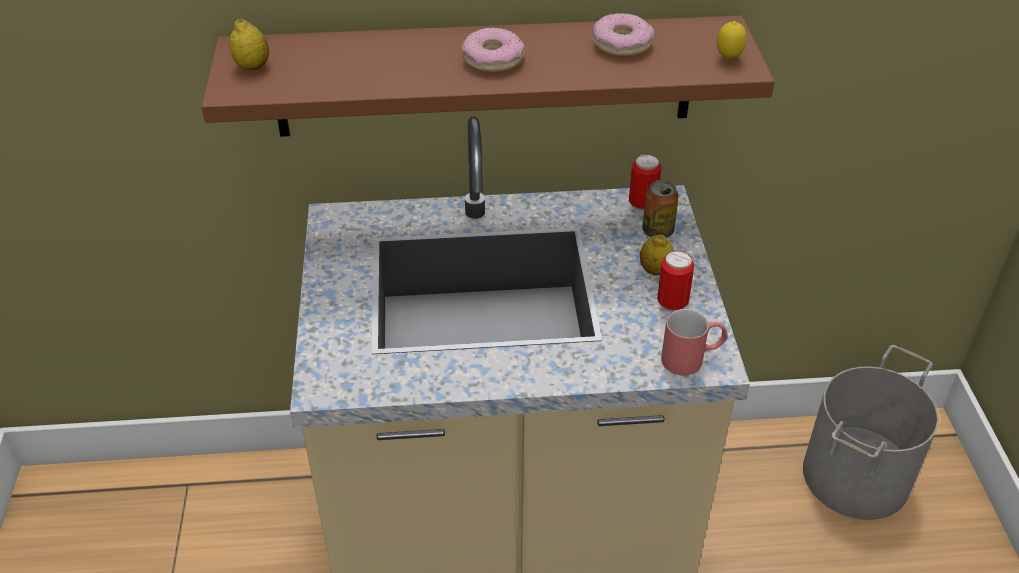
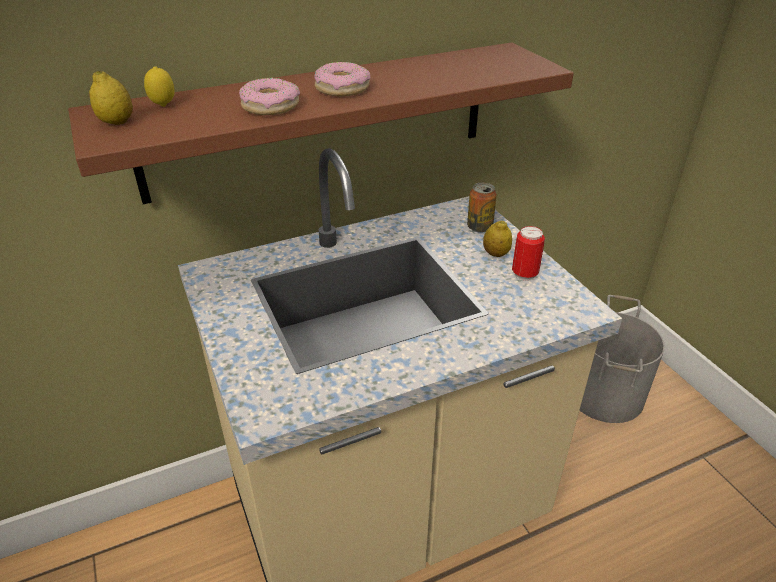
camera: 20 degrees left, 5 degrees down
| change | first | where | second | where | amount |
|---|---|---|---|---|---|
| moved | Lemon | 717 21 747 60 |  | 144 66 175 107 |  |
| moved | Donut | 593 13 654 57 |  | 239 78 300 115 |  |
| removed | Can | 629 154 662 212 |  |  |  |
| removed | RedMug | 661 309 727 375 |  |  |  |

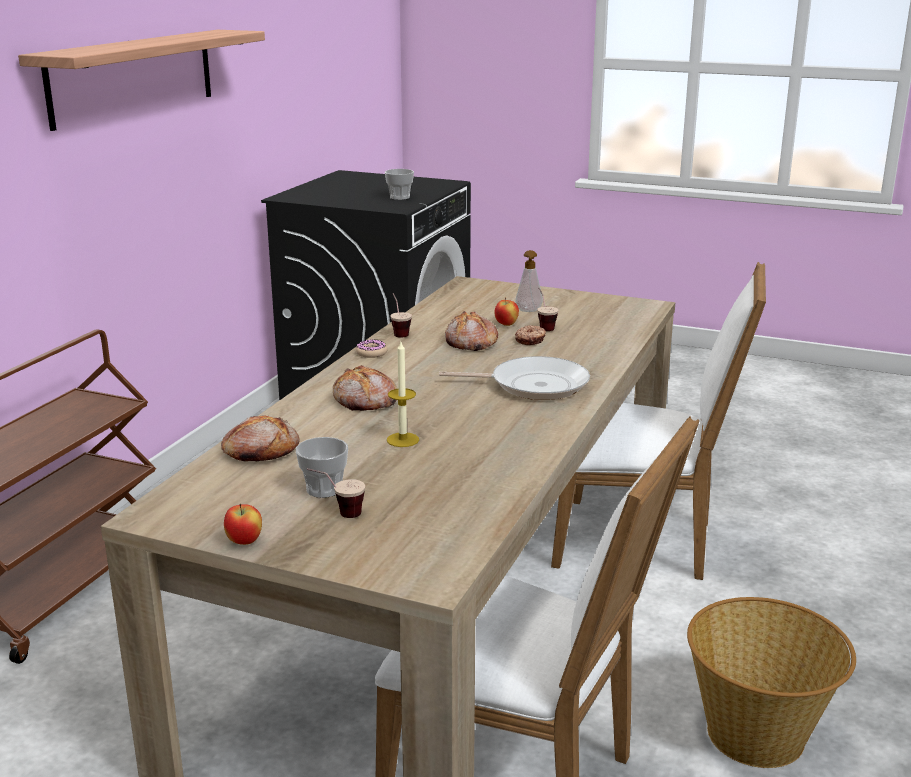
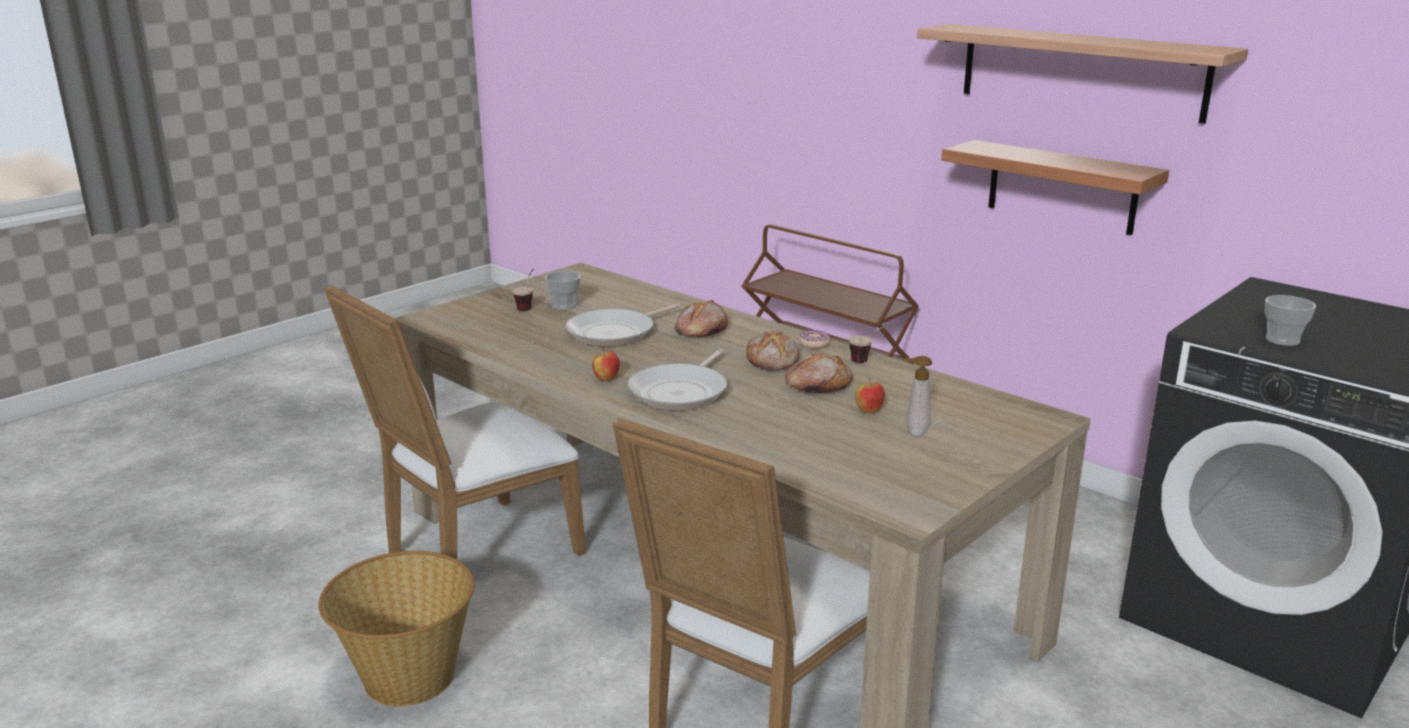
camera: 110 degrees right, 0 degrees up
| change | first | where | second | where | amount |
|---|---|---|---|---|---|
| replaced | Candle | 387 342 419 447 | FryingPan | 566 304 681 346 |  |
| moved | Apple | 224 504 262 545 |  | 592 348 620 381 |  |
| moved | Bread | 221 415 300 462 |  | 746 331 799 370 |  |
| added |  |  | Shelf | 941 140 1169 235 |  |
| removed | Donut | 515 325 546 345 |  |  |  |
| removed | Cup | 537 288 558 331 |  |  |  |

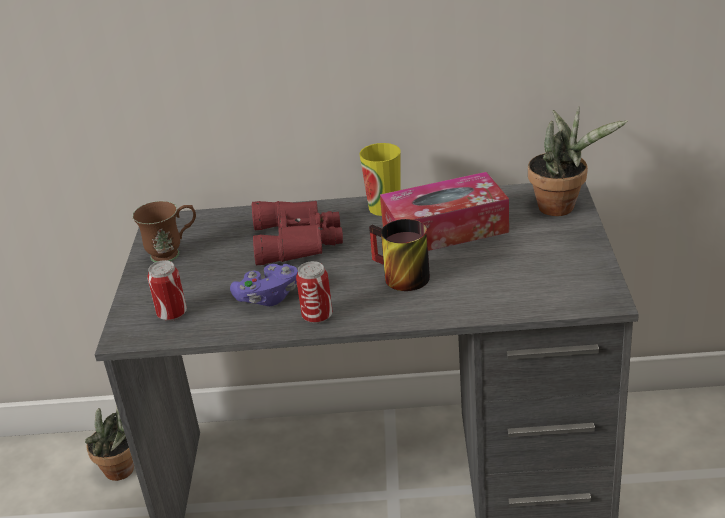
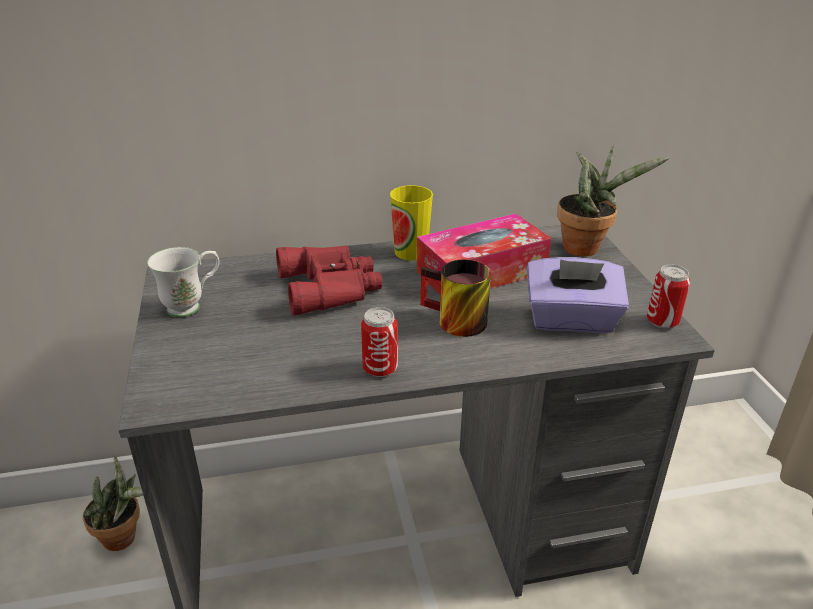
camera: 15 degrees left, 0 degrees up
| change | first | where | second | where | amount |
|---|---|---|---|---|---|
| recoloured | BrownMug | 132 201 196 262 | WhiteMug | 147 247 219 317 |  |
| added |  |  | PurpleTissueBox | 527 257 629 333 |  |
| moved | Can | 148 260 187 321 |  | 647 264 690 329 |  |
| removed | PurpleGameController | 230 264 298 306 |  |  |  |

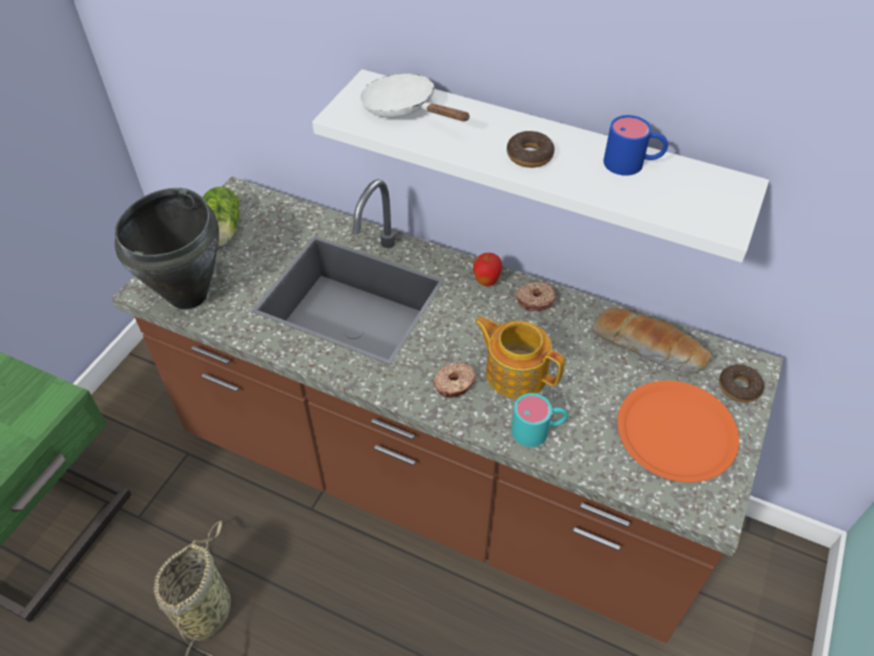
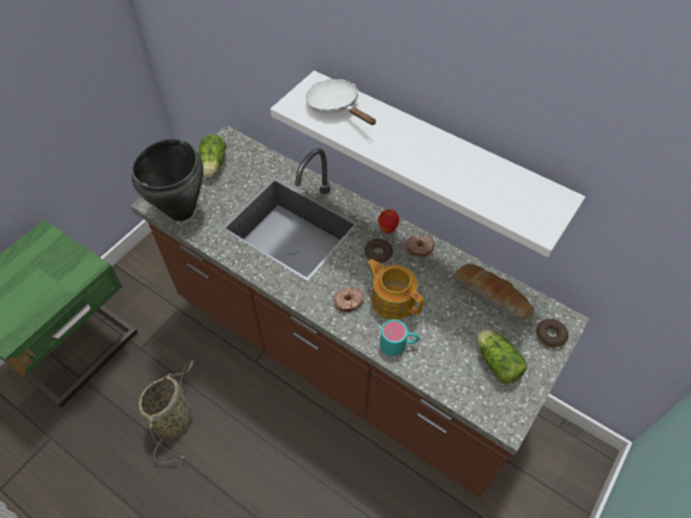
camera: 10 degrees right, 5 degrees up
| change | first | where | second | where | amount |
|---|---|---|---|---|---|
| moved | Donut | 507 131 555 168 |  | 364 239 393 264 |  |
| replaced | OrangePlate | 617 381 739 482 | Lettuce | 477 329 527 384 |  |
| removed | BlueMug | 603 115 668 176 |  |  |  |

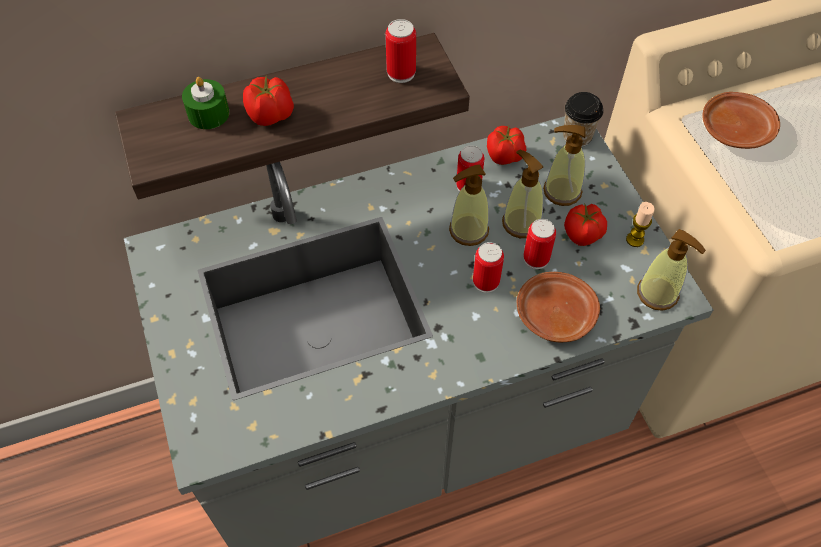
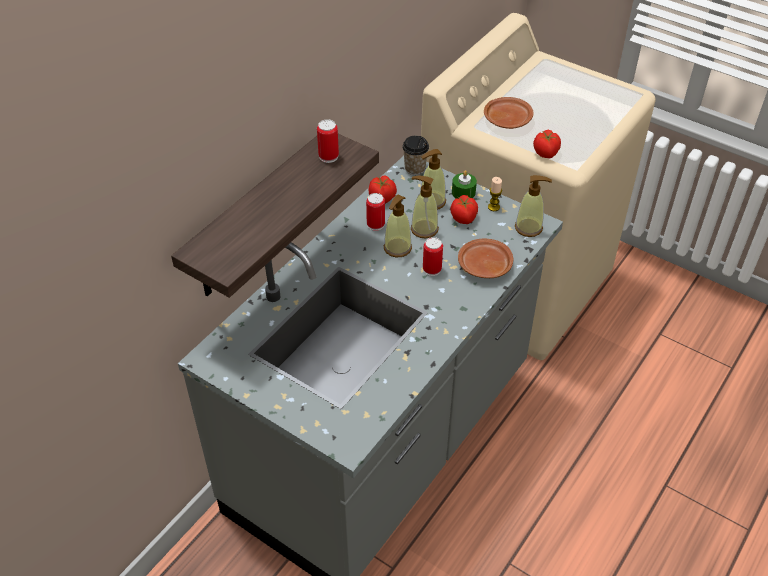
camera: 35 degrees left, 10 degrees down
| change | first | where | second | where | amount |
|---|---|---|---|---|---|
| moved | GreenCandle | 182 77 229 129 |  | 452 170 477 199 |  |
| moved | Tomato | 243 75 294 126 |  | 533 130 561 159 |  |
| removed | Can | 523 219 556 269 |  |  |  |

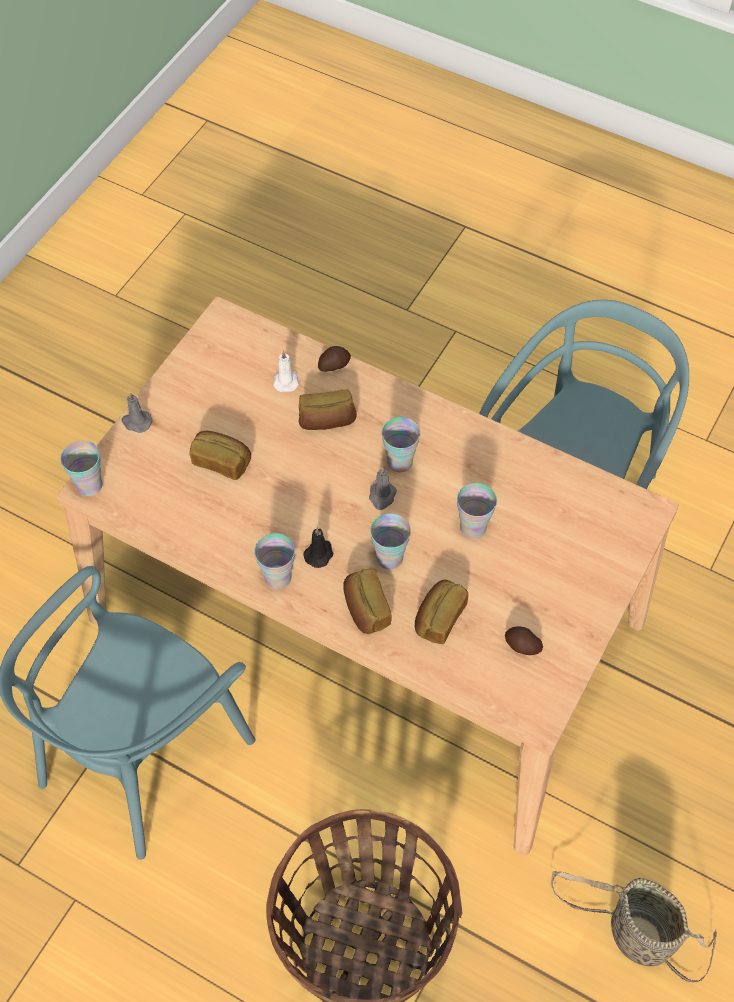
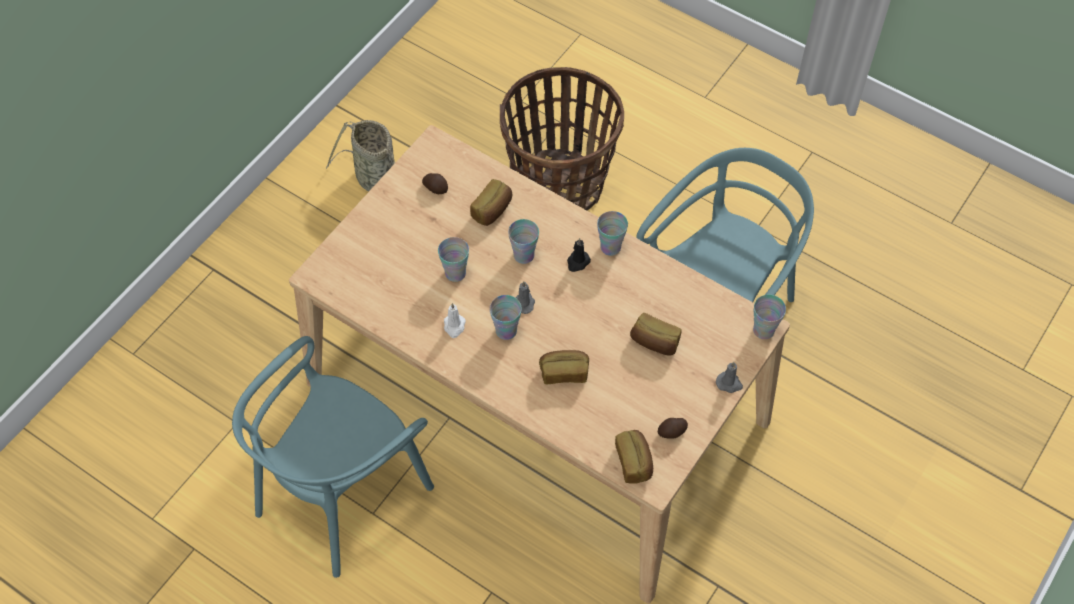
camera: 175 degrees left, 0 degrees up
| change | first | where | second | where | amount |
|---|---|---|---|---|---|
| moved | WhiteCandle | 273 351 299 392 |  | 444 303 466 338 |  |
| moved | Bread | 343 569 392 634 |  | 615 430 653 484 |  |
| moved | Potato | 318 346 351 372 |  | 658 418 688 439 |  |

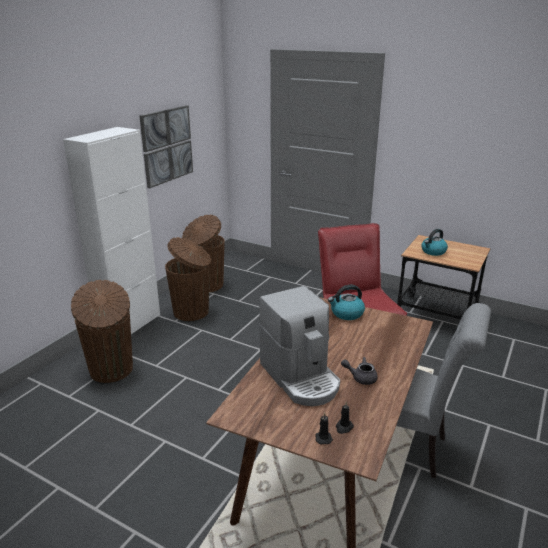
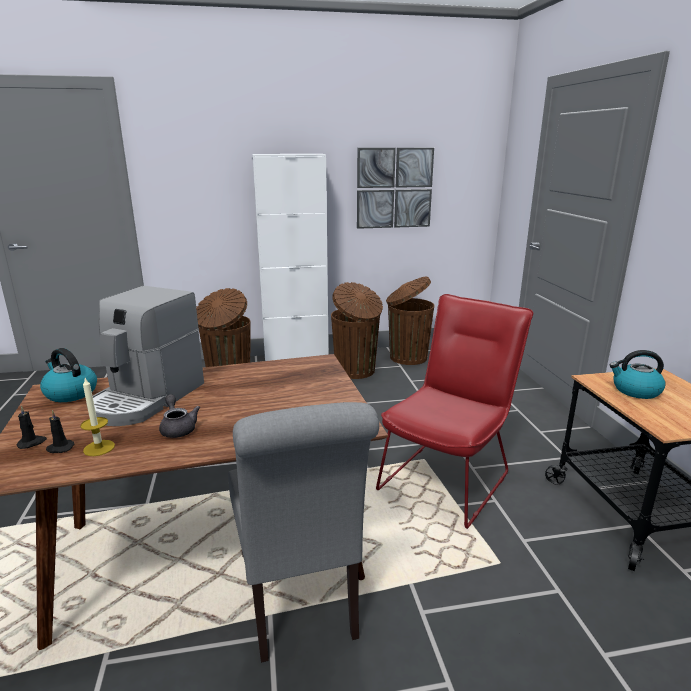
camera: 50 degrees right, 5 degrees down
| change | first | where | second | where | amount |
|---|---|---|---|---|---|
| moved | Kettle | 328 285 365 320 |  | 40 348 97 402 |  |
| added |  |  | Candle | 80 378 115 456 |  |

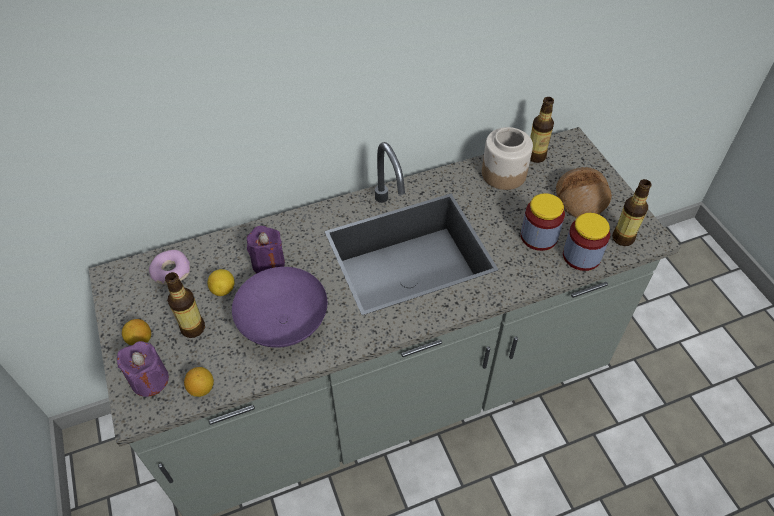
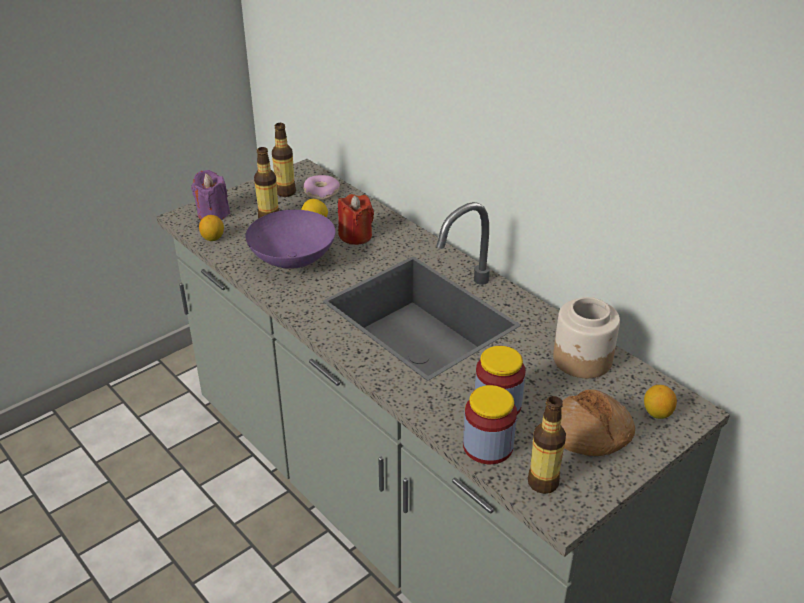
camera: 70 degrees right, 15 degrees down
| change | first | where | second | where | amount |
|---|---|---|---|---|---|
| moved | Bottle | 530 97 554 163 |  | 272 123 296 197 |  |
| recoloured | PurpleCandle | 247 226 285 273 | RedCandle | 338 194 374 245 |  |
| moved | Lemon | 122 319 151 345 |  | 644 385 677 419 |  |

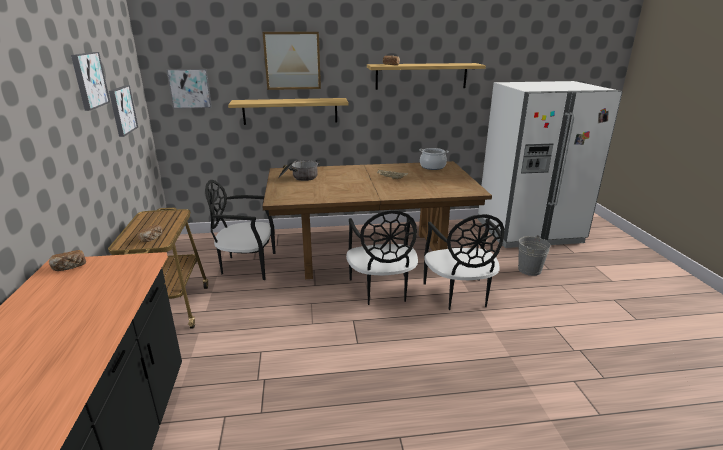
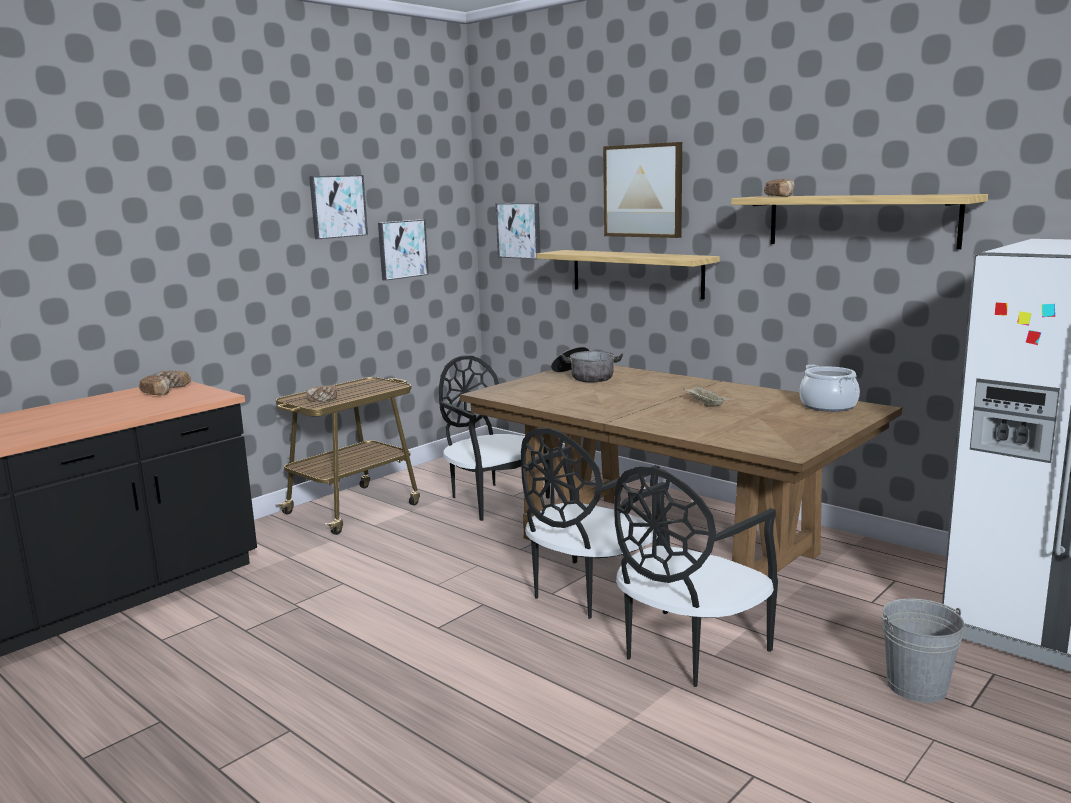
camera: 50 degrees right, 10 degrees down
| change | first | where | second | where | amount |
|---|---|---|---|---|---|
| added |  |  | Bread | 139 375 170 395 |  |

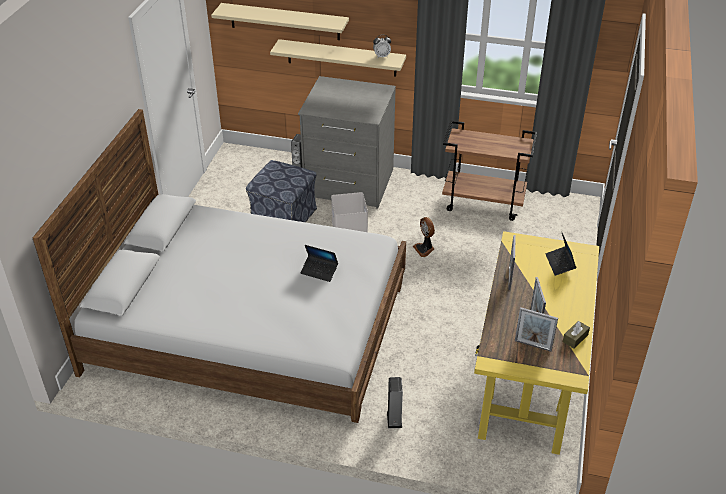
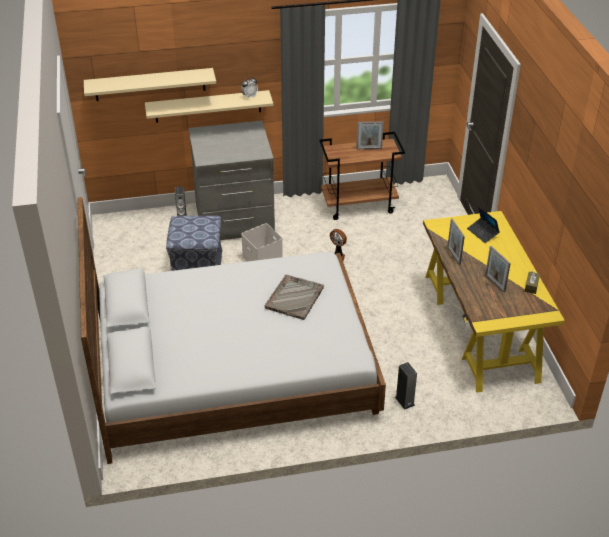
camera: 25 degrees left, 0 degrees up
| change | first | where | second | where | amount |
|---|---|---|---|---|---|
| replaced | Laptop | 301 245 338 282 | GreyTray | 265 274 324 320 |  |
| moved | PictureFrame | 515 307 558 352 |  | 356 122 384 149 |  |

